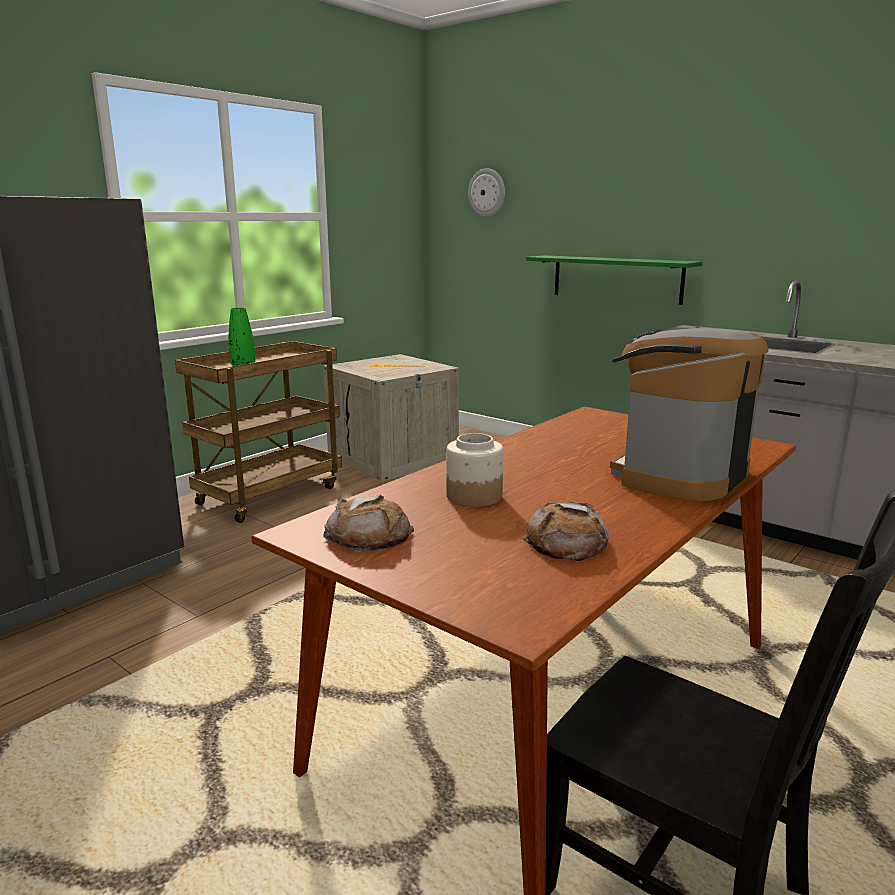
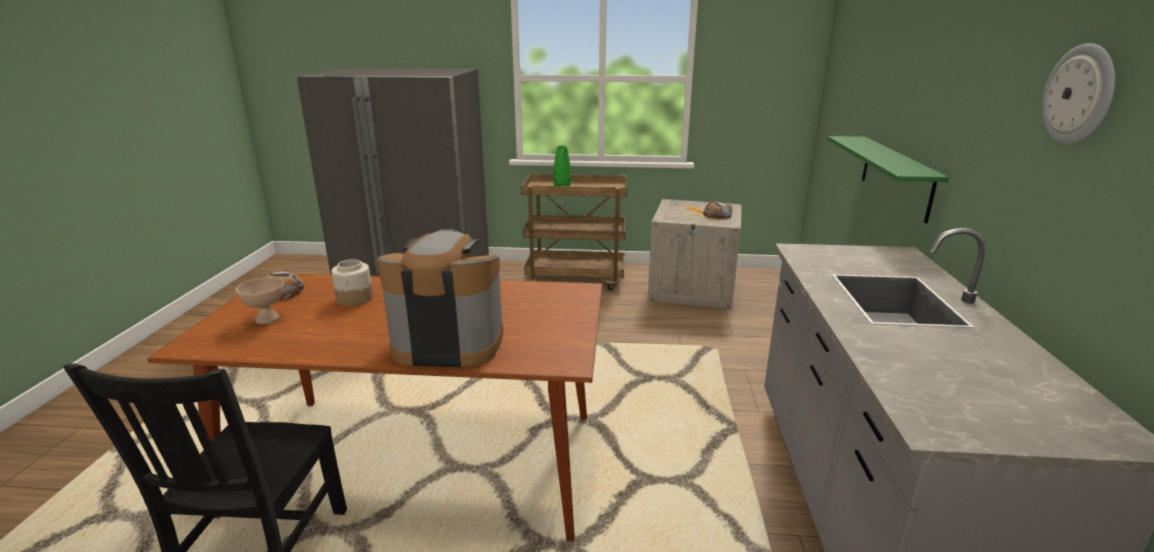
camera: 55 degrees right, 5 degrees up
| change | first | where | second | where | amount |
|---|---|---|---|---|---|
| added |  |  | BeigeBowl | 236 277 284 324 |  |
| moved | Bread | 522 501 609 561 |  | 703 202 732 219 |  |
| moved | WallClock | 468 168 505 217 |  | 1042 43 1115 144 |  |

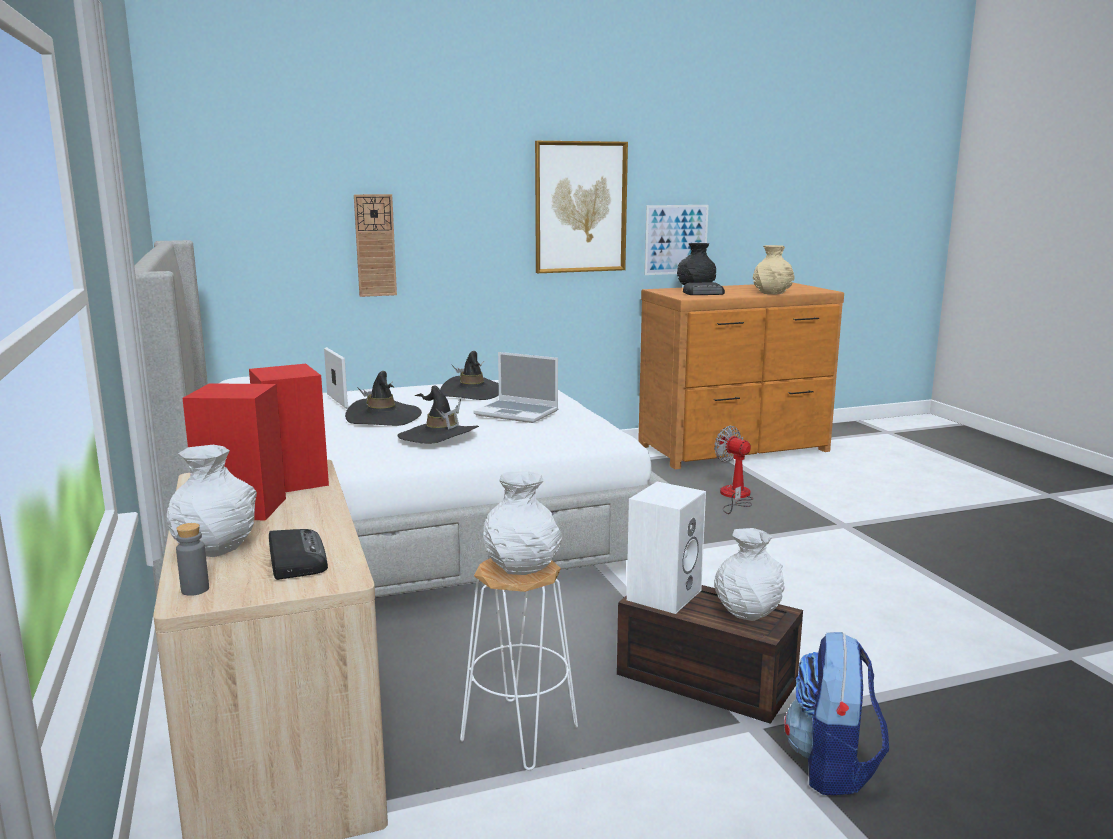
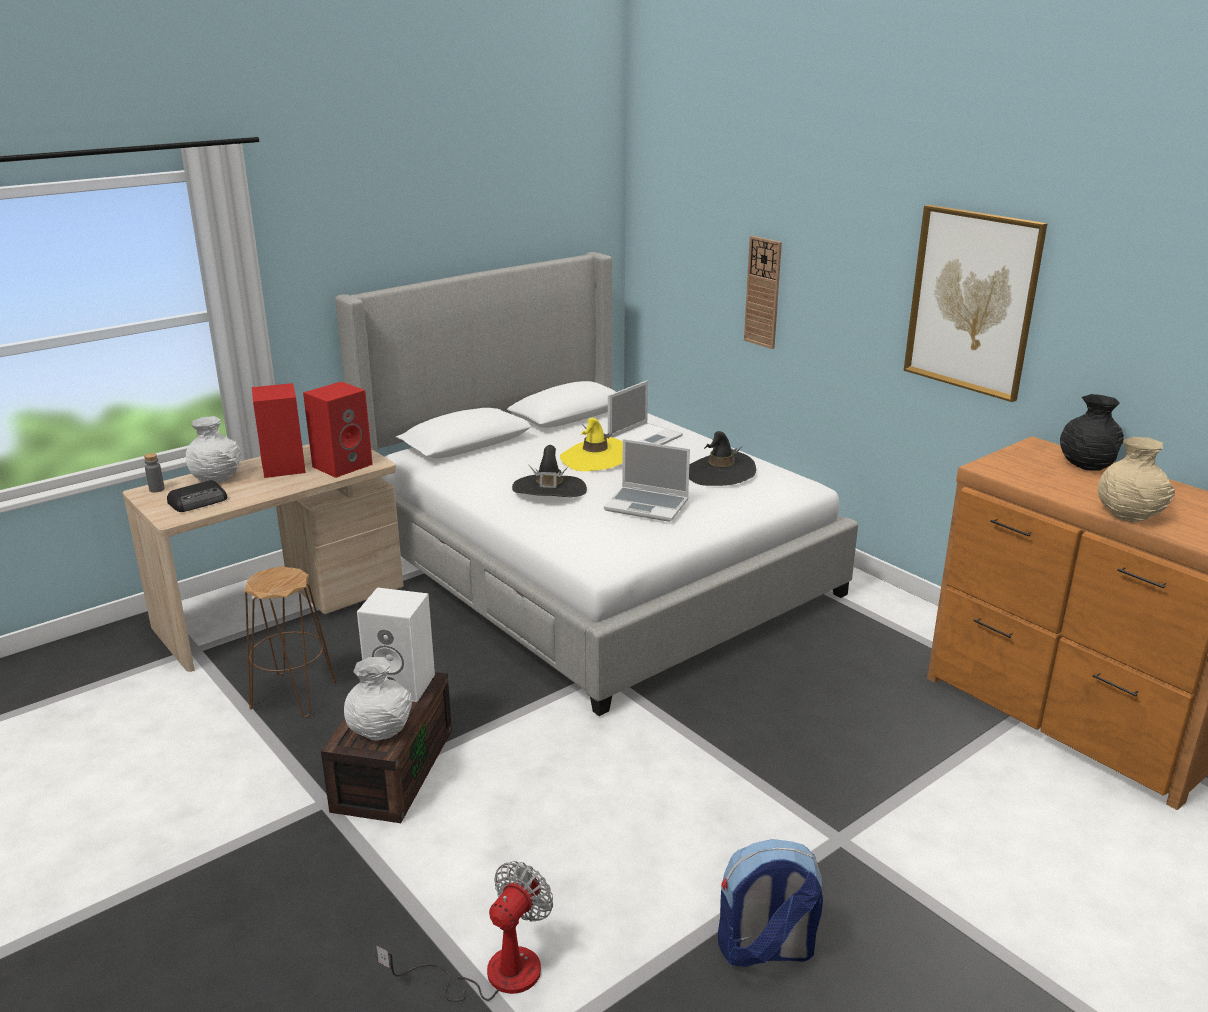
camera: 70 degrees right, 10 degrees up
| change | first | where | second | where | amount |
|---|---|---|---|---|---|
| recoloured | WhiteStool | 460 558 578 770 | BrownStool | 244 566 336 718 |  |
| moved | Fan | 714 426 754 514 |  | 376 861 553 1002 |  |
| recoloured | BlackHat | 345 371 422 426 | YellowHat | 560 418 623 471 |  |
| turned | Laptop | 473 352 558 423 |  | 604 439 690 522 | 75 degrees counterclockwise |
| moved | Backpack | 784 632 889 795 |  | 718 839 823 967 |  |
| removed | WhiteVase | 483 471 562 575 |  |  |  |
| removed | Picture | 645 205 709 275 |  |  |  |
| removed | Radio | 683 282 725 295 |  |  |  |

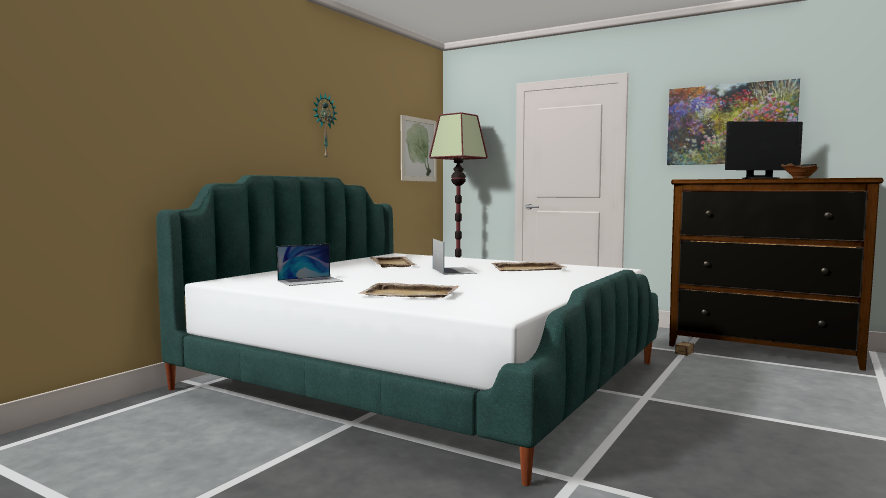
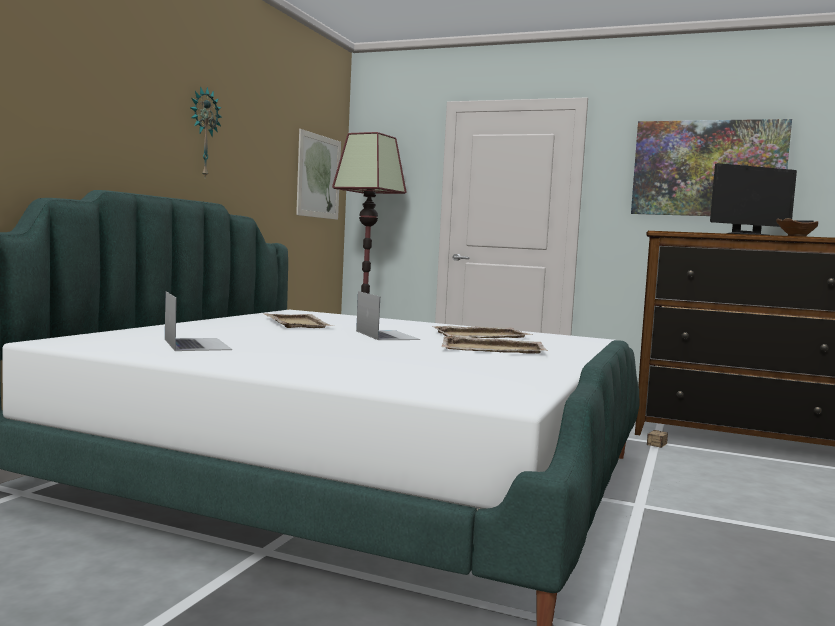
camera: 10 degrees left, 0 degrees up
| change | first | where | second | where | amount |
|---|---|---|---|---|---|
| turned | Laptop | 277 244 344 286 |  | 165 291 232 351 | 75 degrees counterclockwise |
| moved | BeigeTray | 358 283 459 298 |  | 442 336 548 354 |  |

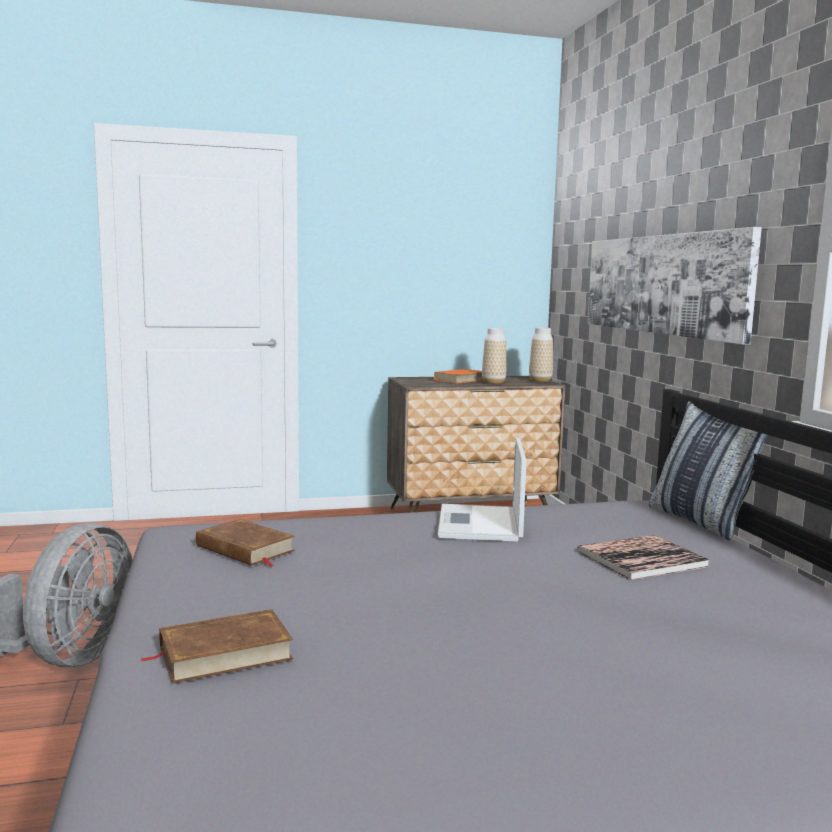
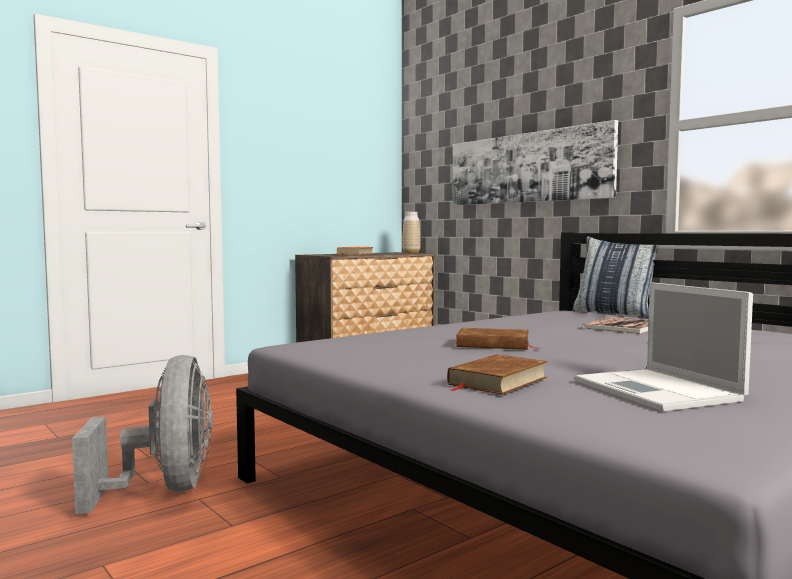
camera: 25 degrees left, 5 degrees down
| change | first | where | second | where | amount |
|---|---|---|---|---|---|
| moved | BrownBook | 196 519 295 567 |  | 456 328 540 350 |  |
| moved | Laptop | 438 437 527 542 |  | 574 282 753 412 |  |
| removed | Vase | 482 328 506 384 |  |  |  |

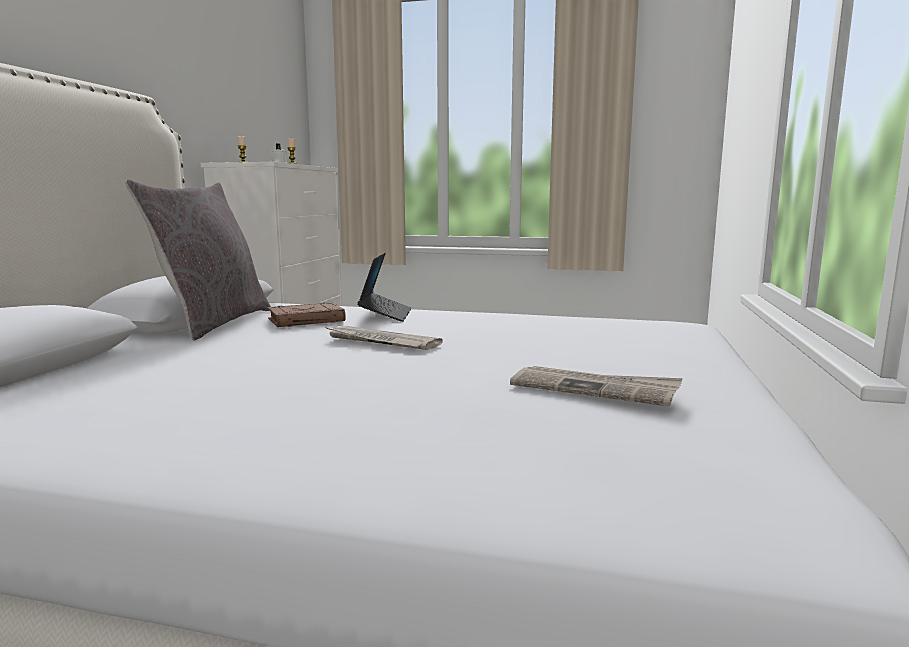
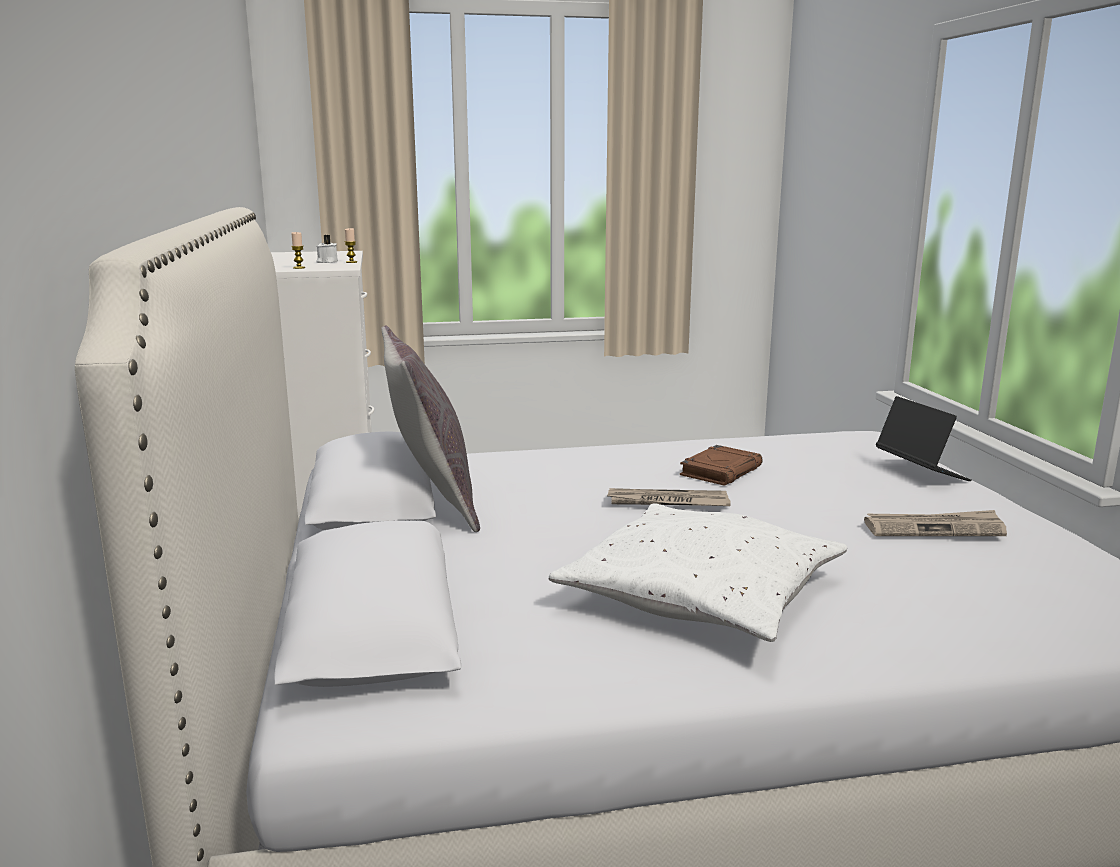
camera: 25 degrees left, 5 degrees up
| change | first | where | second | where | amount |
|---|---|---|---|---|---|
| added |  |  | WhitePillow | 549 503 847 642 |  |
| moved | BrownBook | 268 302 346 327 |  | 680 445 763 486 |  |
| moved | Laptop | 357 252 412 322 |  | 876 396 972 481 |  |

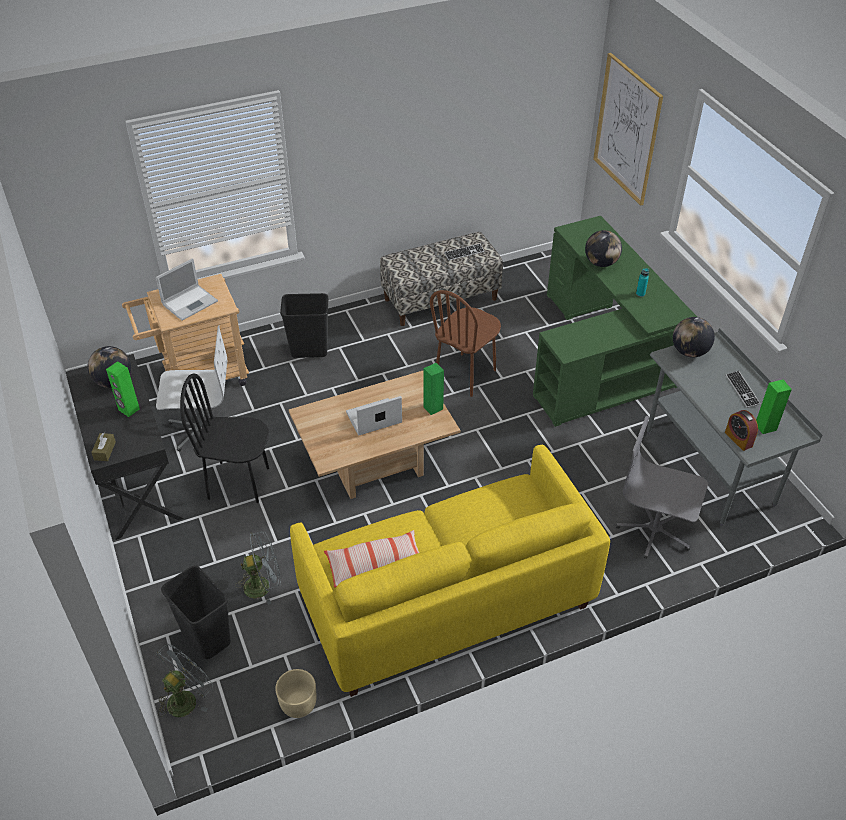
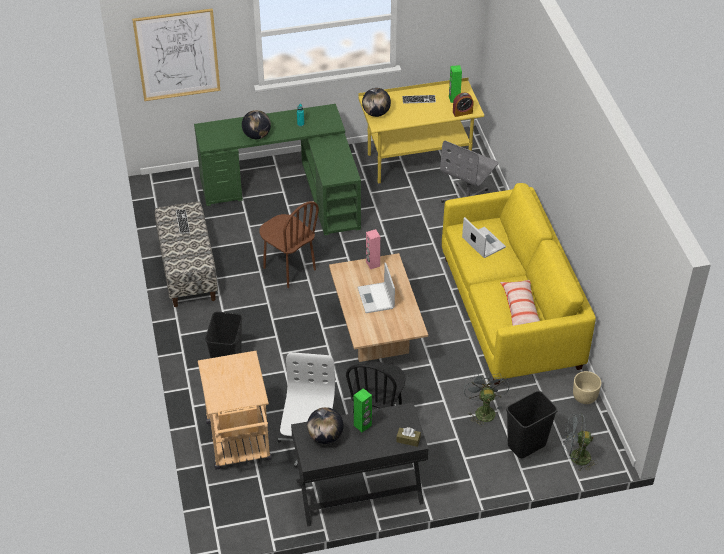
camera: 80 degrees left, 0 degrees up
| change | first | where | second | where | amount |
|---|---|---|---|---|---|
| recoloured | GreyDesk | 647 328 823 526 | YellowDesk | 359 78 484 185 |  |
| recoloured | GreenSpeaker | 423 363 444 415 | PinkSpeaker | 366 229 380 269 |  |
| moved | Laptop | 156 258 218 321 |  | 462 217 506 258 |  |
| turned | GreyFan | 156 644 213 717 |  | 563 414 598 472 | 45 degrees counterclockwise |

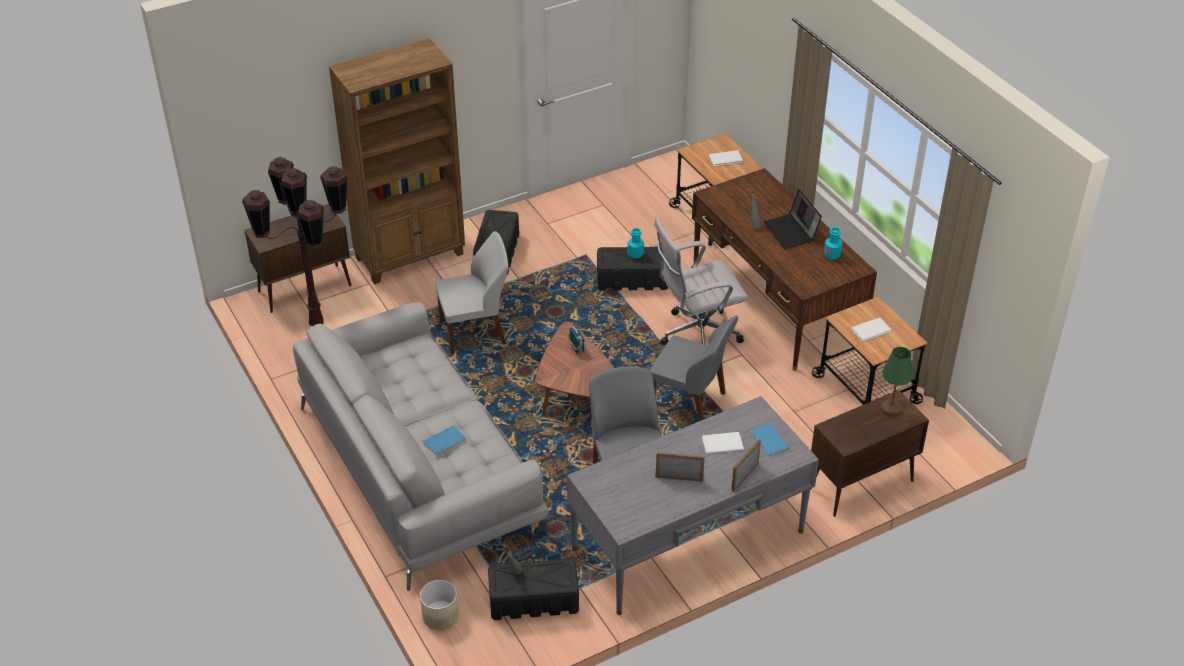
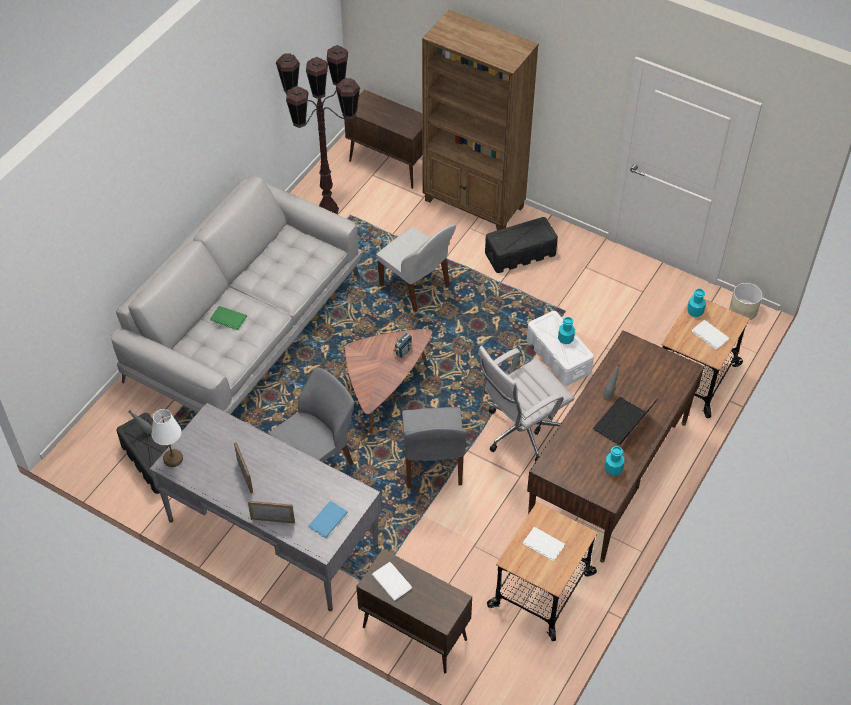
camera: 60 degrees right, 10 degrees up
| change | first | where | second | where | amount |
|---|---|---|---|---|---|
| added |  |  | WhiteTableLamp | 152 409 183 467 |  |
| recoloured | BlueBook | 423 425 466 455 | GreenBook | 210 306 247 330 |  |
| moved | WhiteBook | 702 432 744 454 |  | 372 562 412 601 |  |
| turned | WhiteOfficeChair | 654 217 748 345 |  | 478 346 574 462 | 75 degrees counterclockwise |
| recoloured | BlackStorageBox | 597 247 668 291 | WhiteStorageBox | 527 311 594 386 |  |
| added |  |  | TurquoiseBottle | 687 289 706 317 |  |
| moved | BeigePlanter | 420 580 459 630 |  | 729 283 763 320 |  |
| removed | GreenTableLamp | 881 347 913 416 |  |  |  |

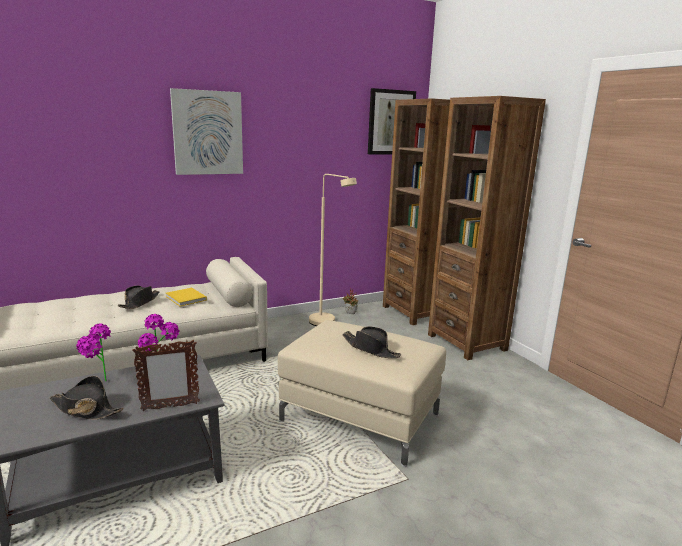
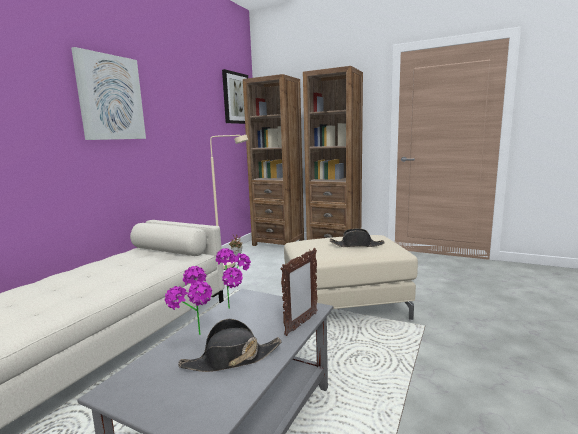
camera: 35 degrees left, 5 degrees down
| change | first | where | second | where | amount |
|---|---|---|---|---|---|
| removed | BlackHat | 118 286 159 309 |  |  |  |
| removed | YellowBook | 166 288 207 306 |  |  |  |

